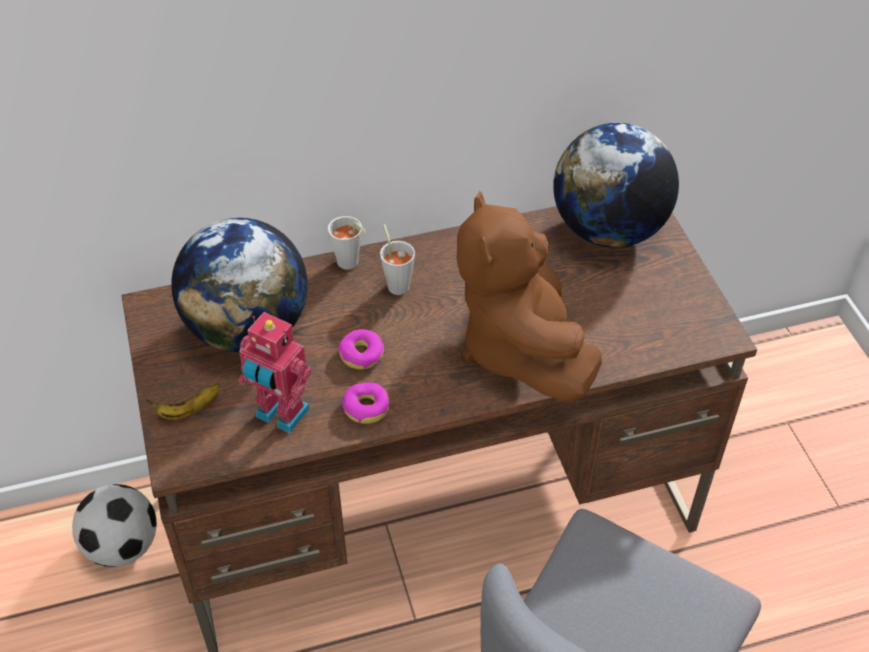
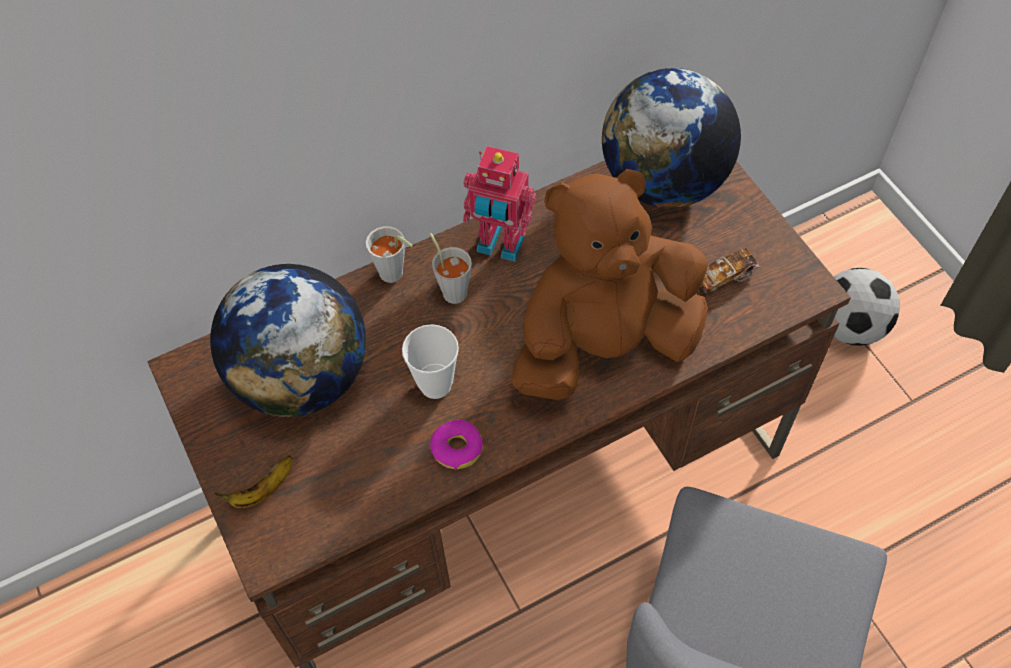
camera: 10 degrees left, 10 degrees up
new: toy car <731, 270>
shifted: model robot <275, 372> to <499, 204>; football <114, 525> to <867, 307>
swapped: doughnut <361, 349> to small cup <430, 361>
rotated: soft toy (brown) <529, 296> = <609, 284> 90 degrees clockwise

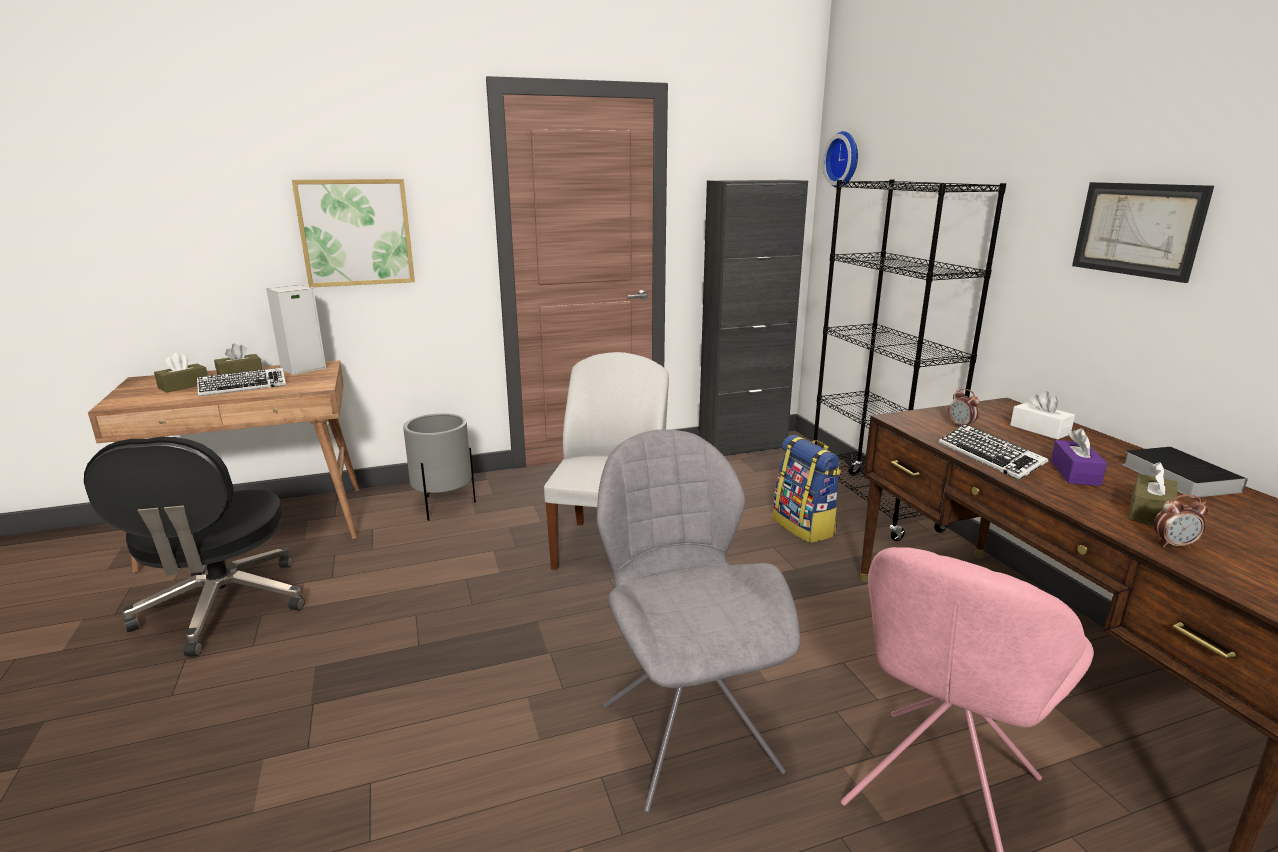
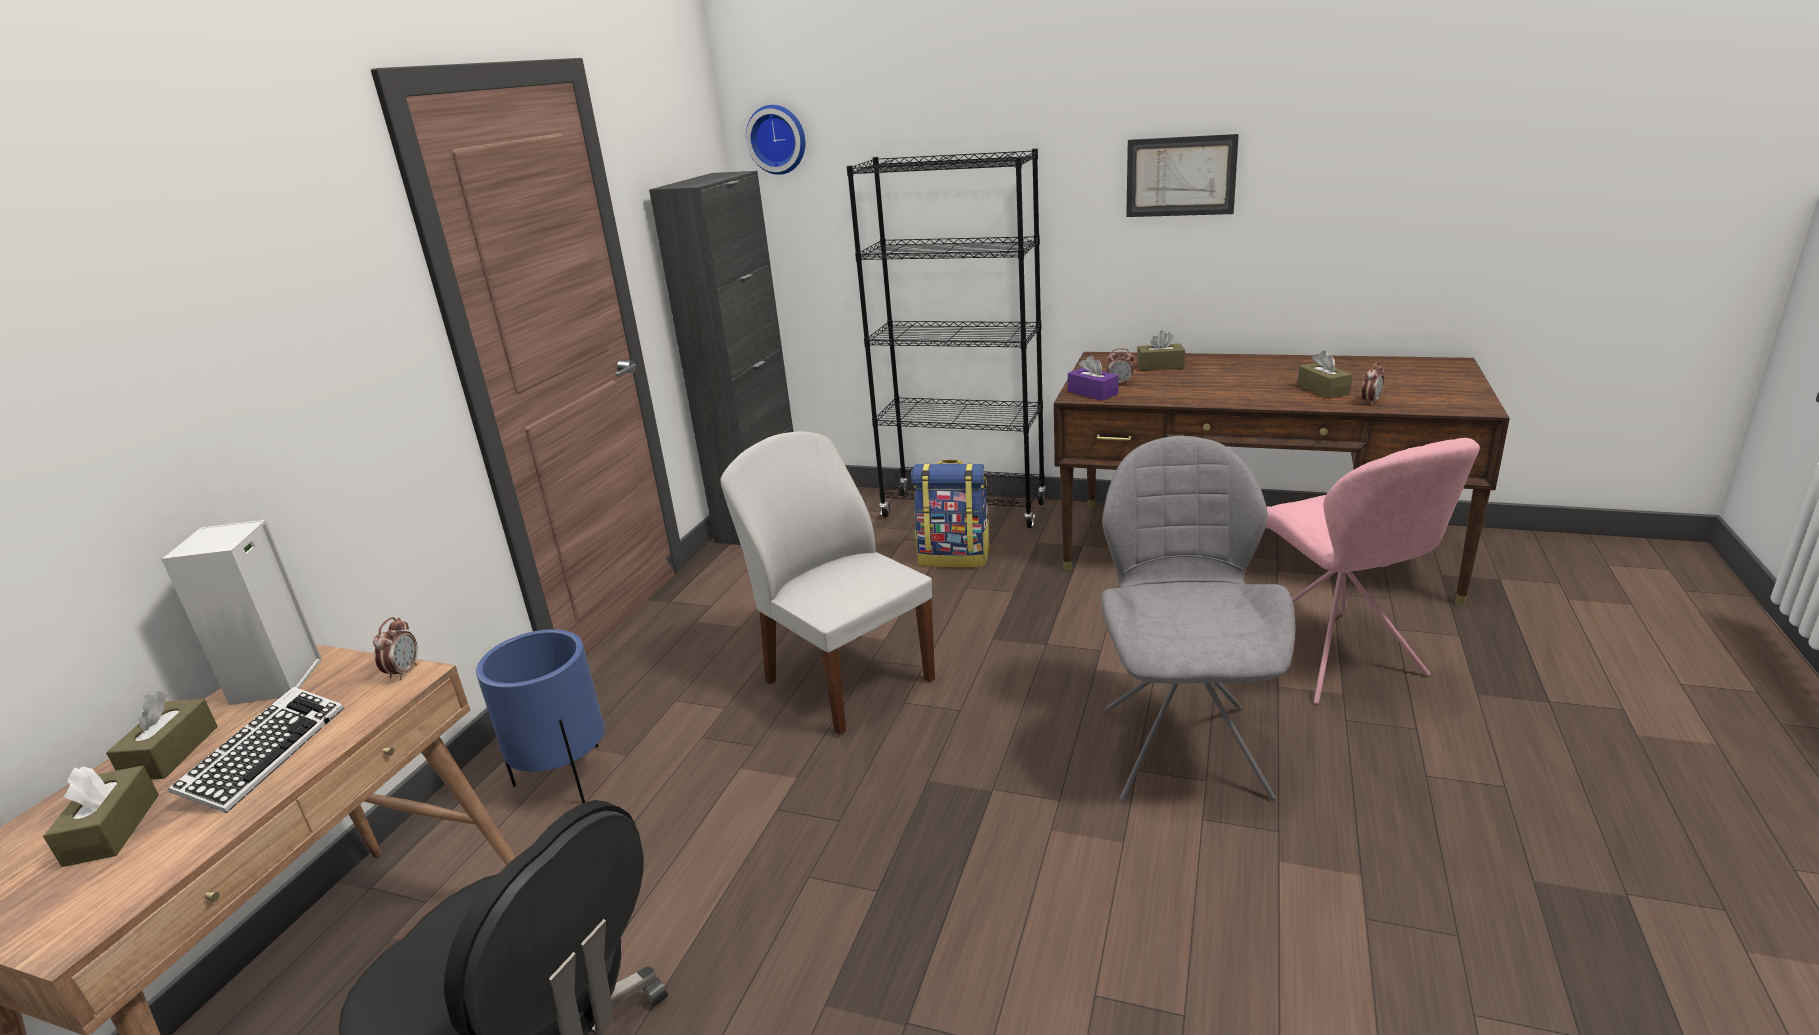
camera: 50 degrees left, 5 degrees up
gone: picture <353, 233>; computer keyboard <993, 452>; bound book <1185, 472>
new: bedside clock <395, 648>
shifted: tissue holder (purple) <1079, 457> to <1093, 378>
repainted: tissue holder (white-coloured) <1042, 415> to tissue holder (brown) <1161, 350>; flower pot (greyish) <439, 467> to flower pot (blue) <540, 716>
rotated: upright chair (greyish) <698, 621> = <1198, 618> 75 degrees clockwise

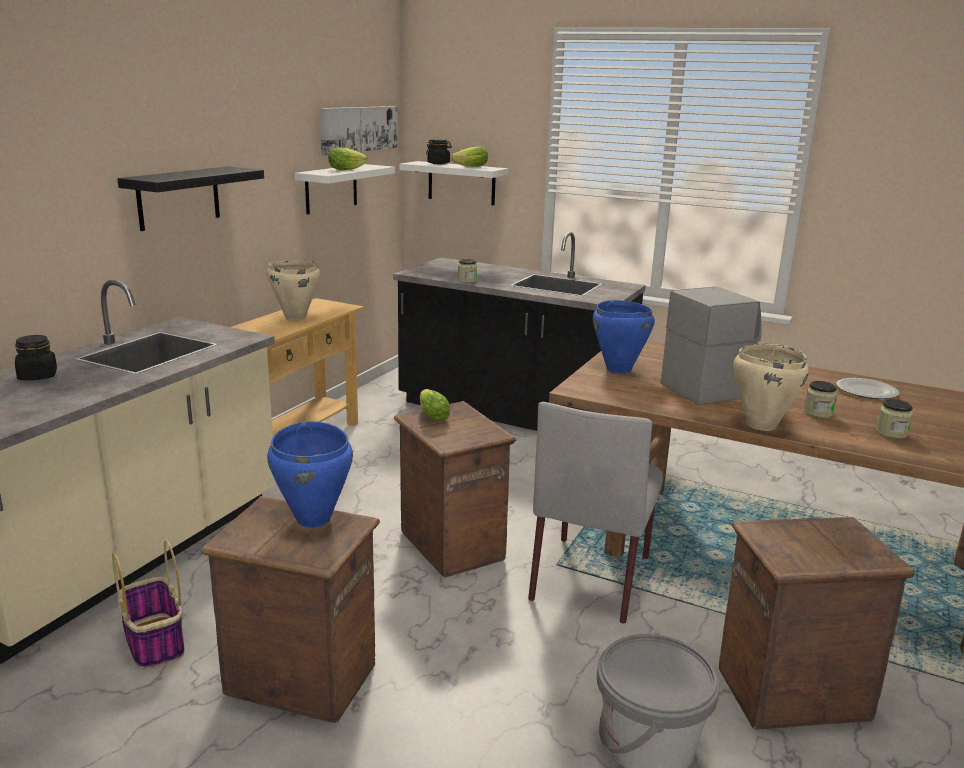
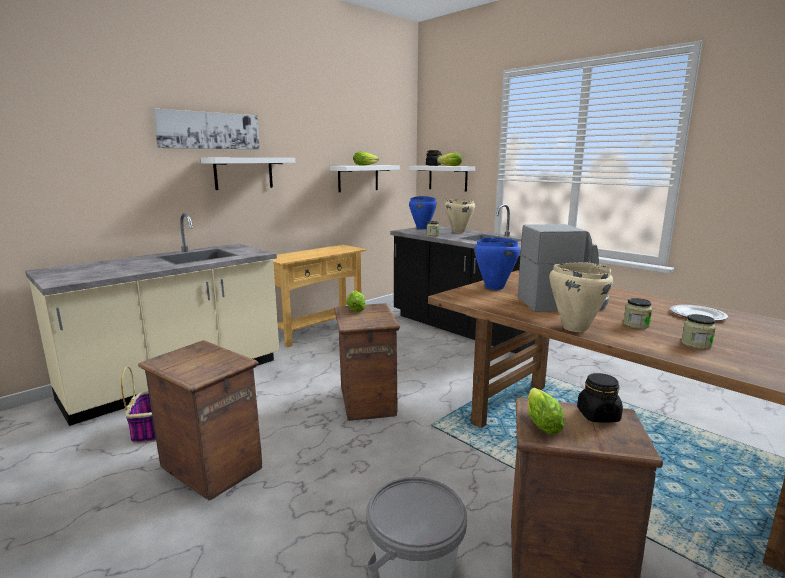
camera: 20 degrees right, 5 degrees down
gone: upright chair (greyish) <595, 513>
new: lettuce <546, 411>
shifted: picture <358, 130> to <206, 129>; cooking pot (beige-coloured) <293, 290> to <459, 216>; storage jar (black) <36, 357> to <600, 398>; cooking pot (blue) <310, 474> to <423, 212>
repainted: bracket shelf (black) <190, 198> to bracket shelf (white-coloured) <248, 174>

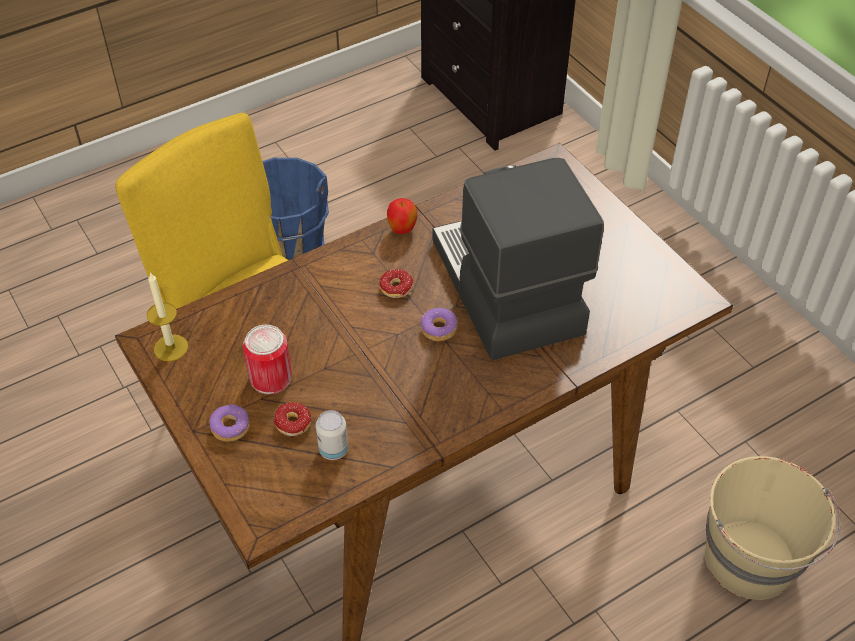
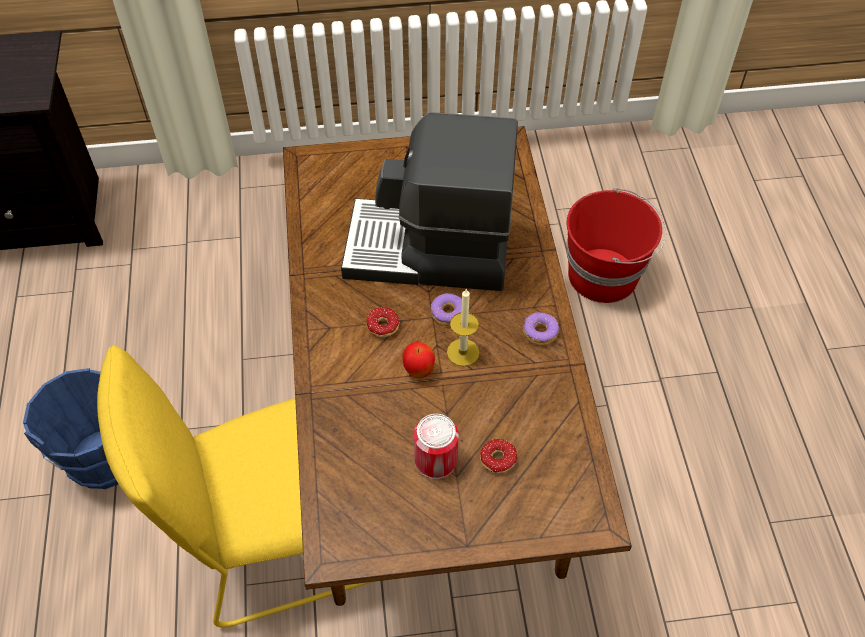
camera: 65 degrees left, 5 degrees up
gone: can <332, 435>
shifted: whole apple <402, 216> to <419, 360>; wax candle <167, 316> to <463, 327>; doughnut <229, 423> to <541, 329>
repainted: water bucket (beige-coloured) <772, 528> to water bucket (reddish) <616, 245>

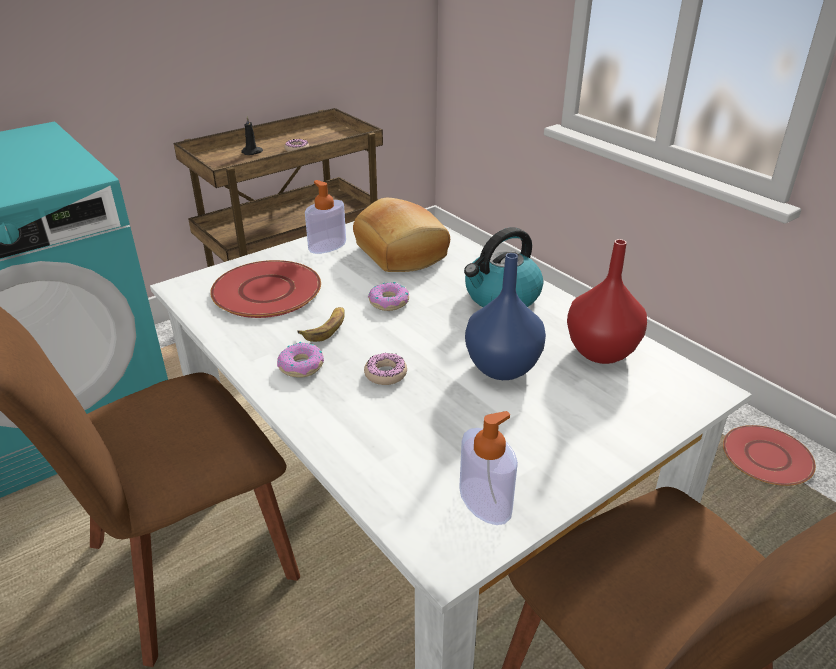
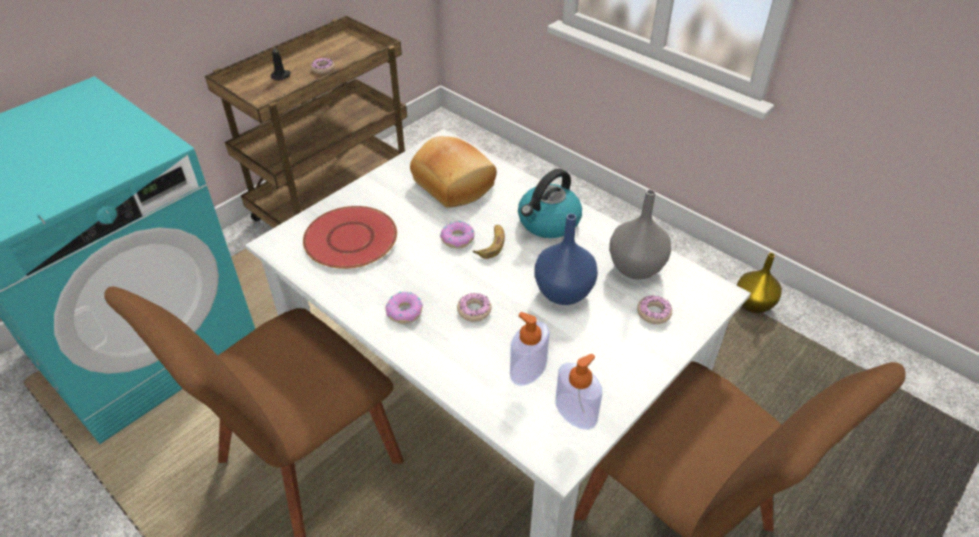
camera: 10 degrees left, 10 degrees up
new: doughnut <654, 309>
shifted: soap dispenser <325, 217> to <530, 349>; banana <321, 324> to <489, 242>
swapped: dinner plate (reddish) <769, 455> to flower vase (yellow-coloured) <759, 283>
repainted: flower vase (reddish) <607, 301> to flower vase (greyish) <640, 234>

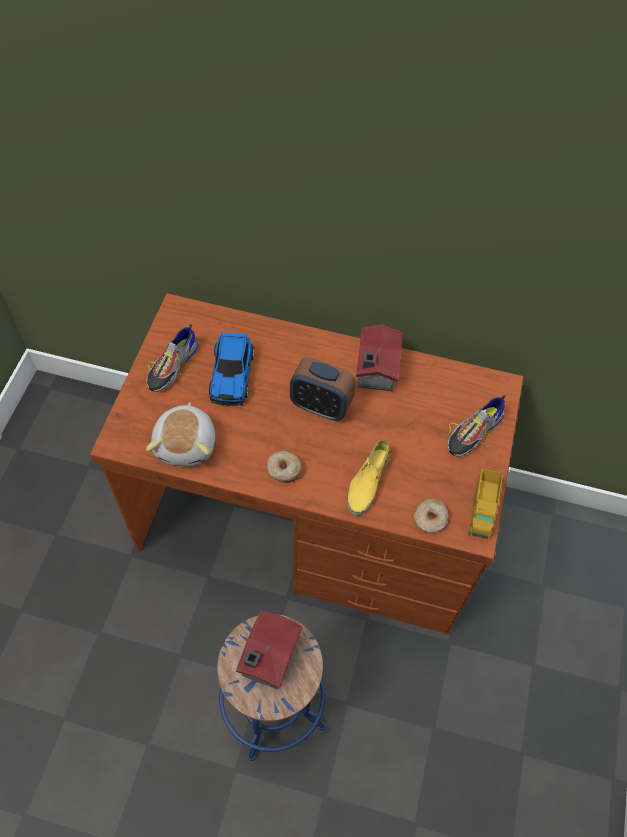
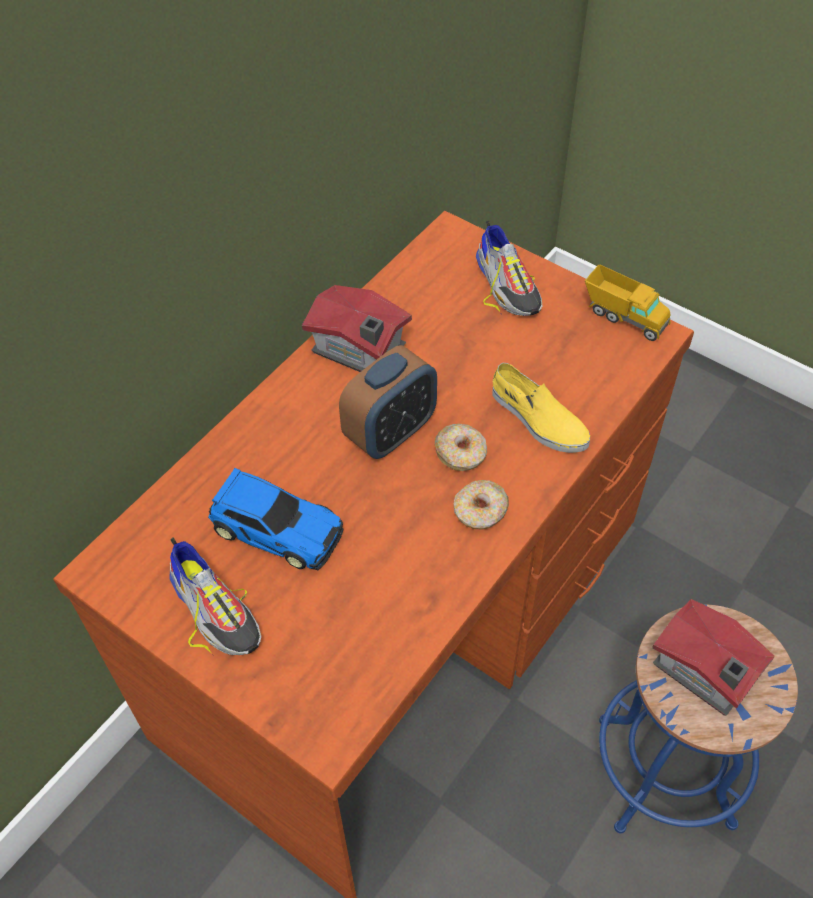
camera: 65 degrees left, 5 degrees down
gone: soft toy <180, 434>
shifted: doughnut <431, 515> to <461, 447>

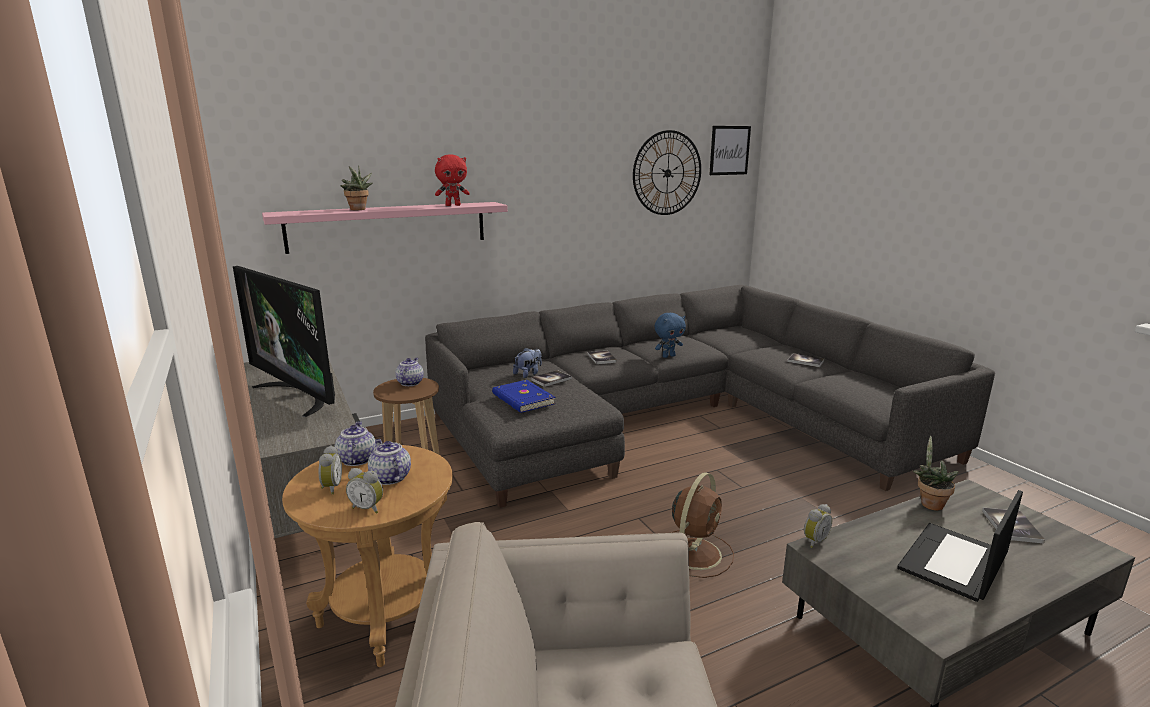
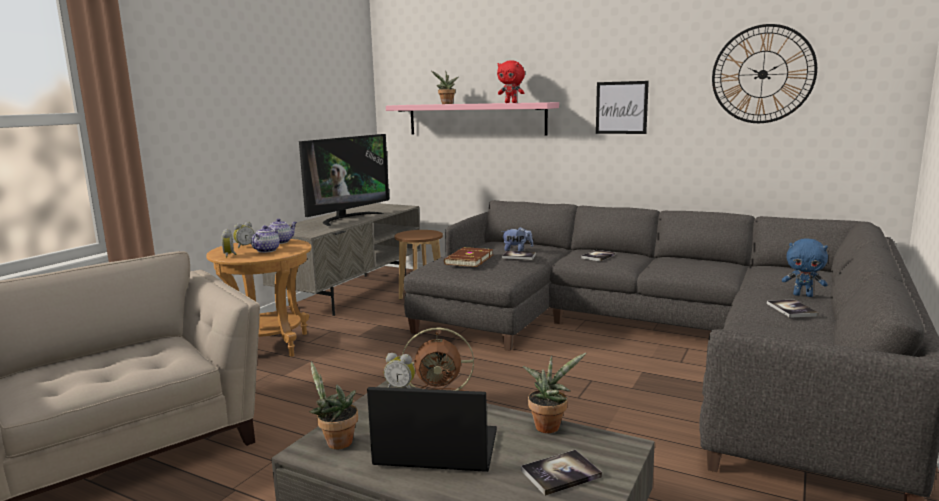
camera: 55 degrees right, 5 degrees down
gone: pot for tea <409, 372>
new: plant in a pot <333, 405>
shifted: picture <730, 150> to <622, 107>; soft toy (blue) <670, 335> to <805, 268>
repainted: bound book (blue) <523, 396> to bound book (brown) <468, 257>
rotated: TV set <284, 341> = <344, 180> 150 degrees counterclockwise

